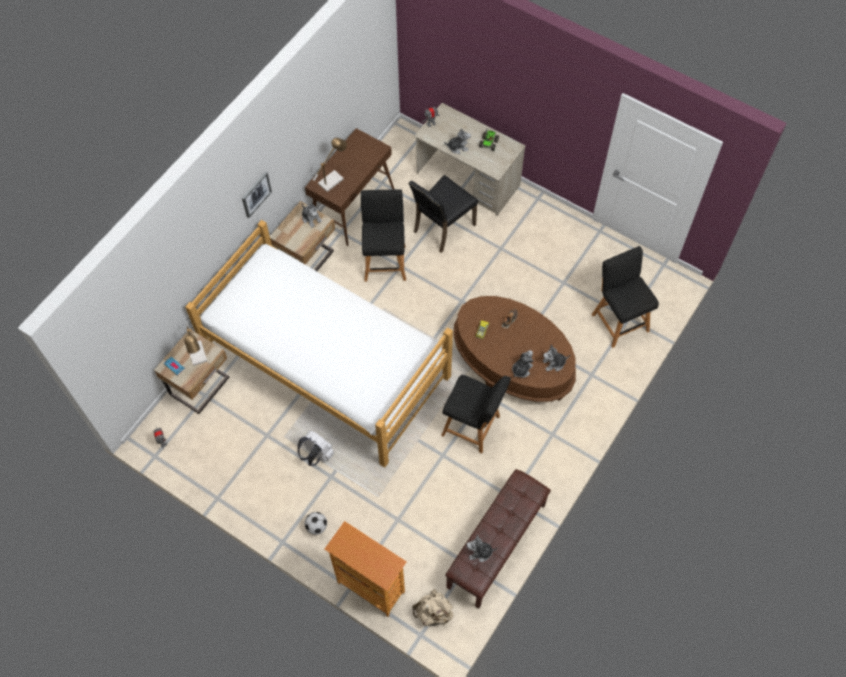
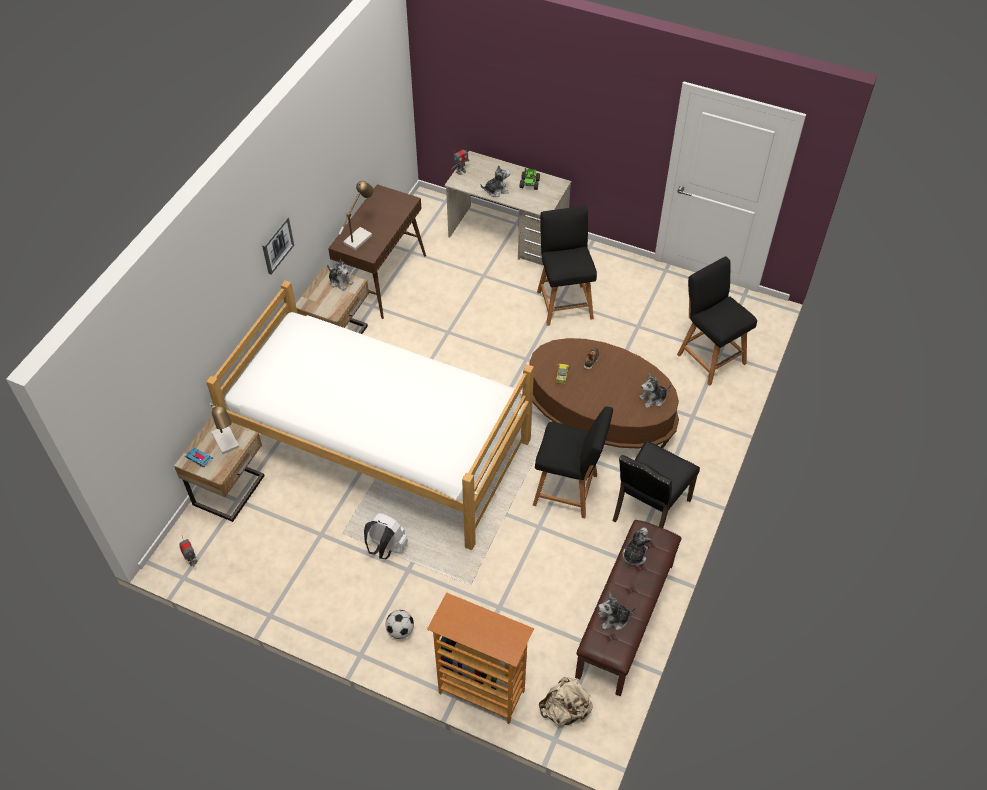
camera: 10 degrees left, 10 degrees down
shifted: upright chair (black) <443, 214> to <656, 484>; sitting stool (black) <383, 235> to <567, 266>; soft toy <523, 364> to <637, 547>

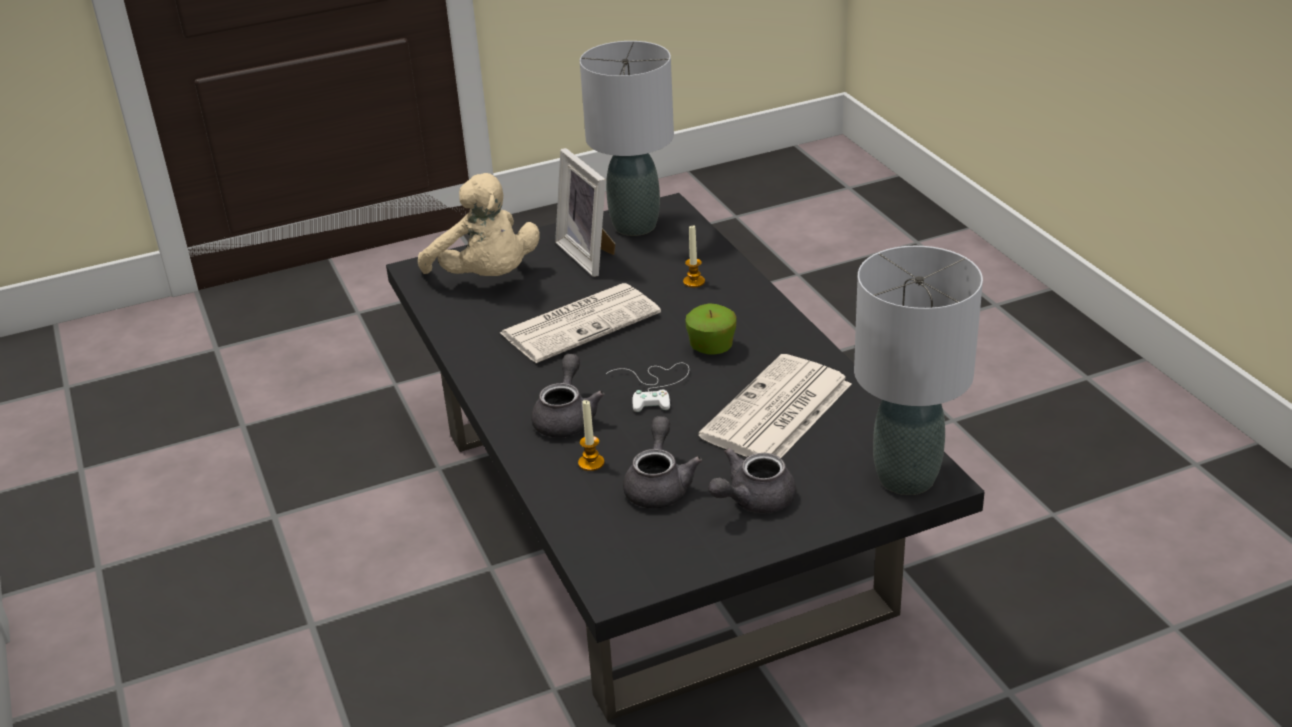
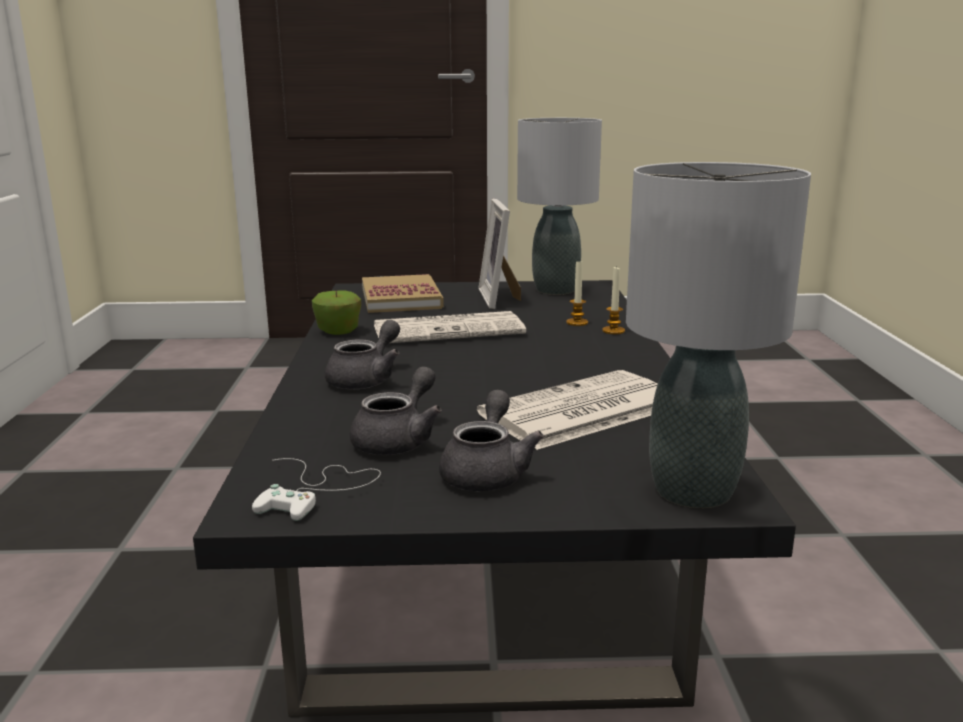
camera: 20 degrees right, 15 degrees down
shifted: whole apple <710, 329> to <336, 313>; joypad (white-coloured) <647, 387> to <316, 489>; wax candle <591, 435> to <613, 300>
swapped: soft toy (beige-coloured) <479, 224> to bound book <403, 293>
rotated: pot for tea (greyish) <752, 480> = <491, 440> 120 degrees clockwise

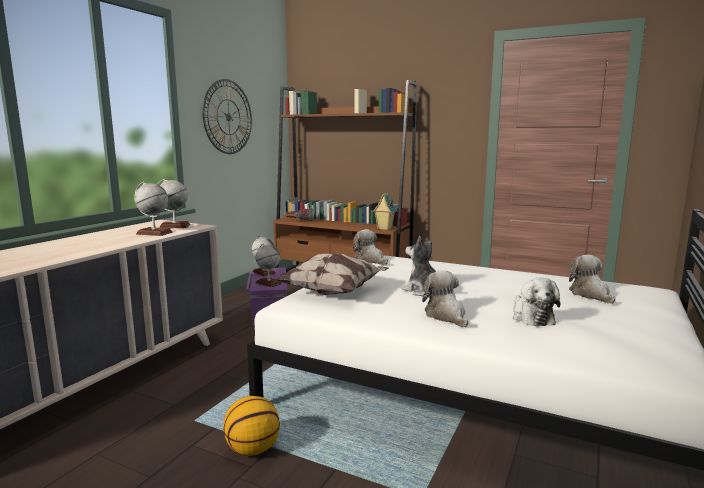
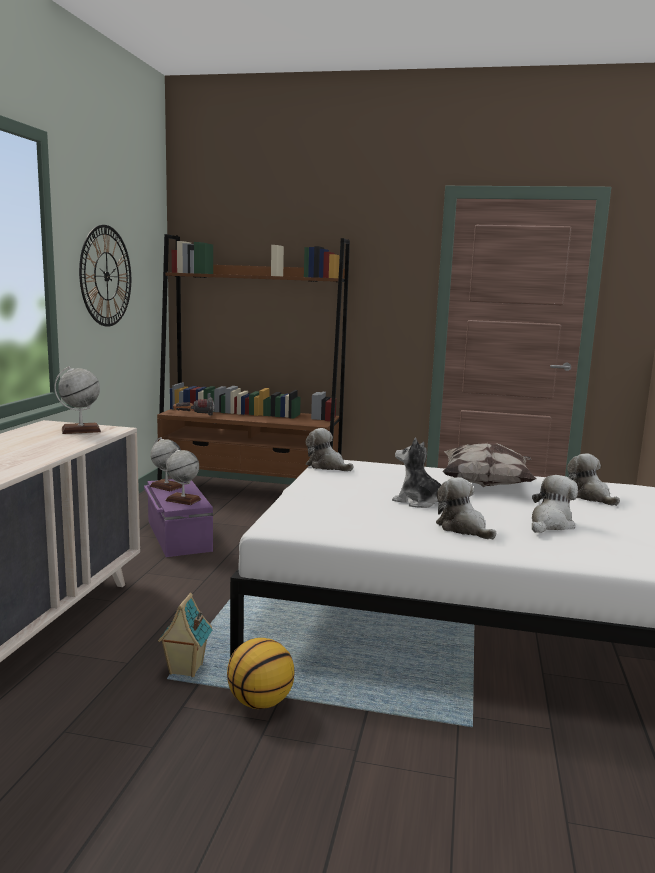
camera: 15 degrees left, 0 degrees up
gone: desk globe <153, 208>
shifted: miniature house <385, 211> to <185, 635>; throw pillow <332, 274> to <489, 465>
rotated: soft toy <536, 301> = <555, 504> 120 degrees counterclockwise

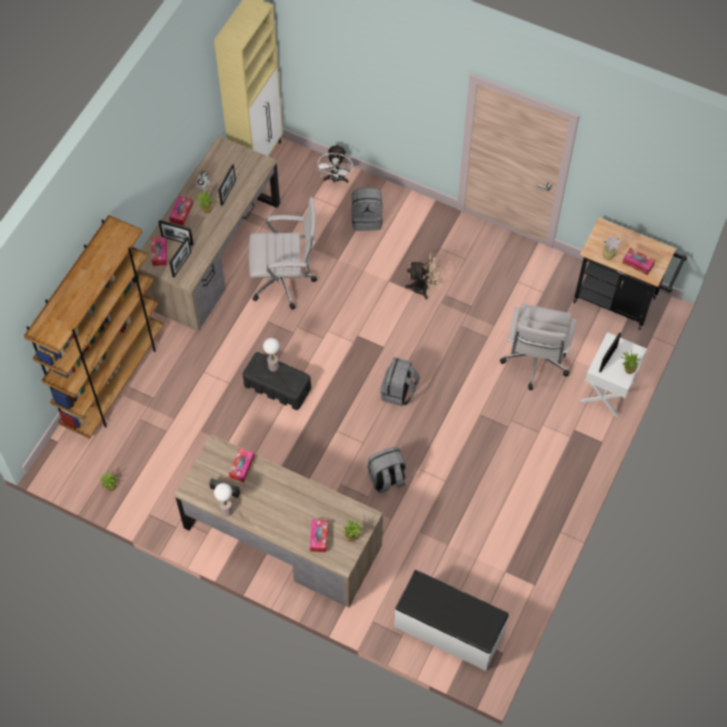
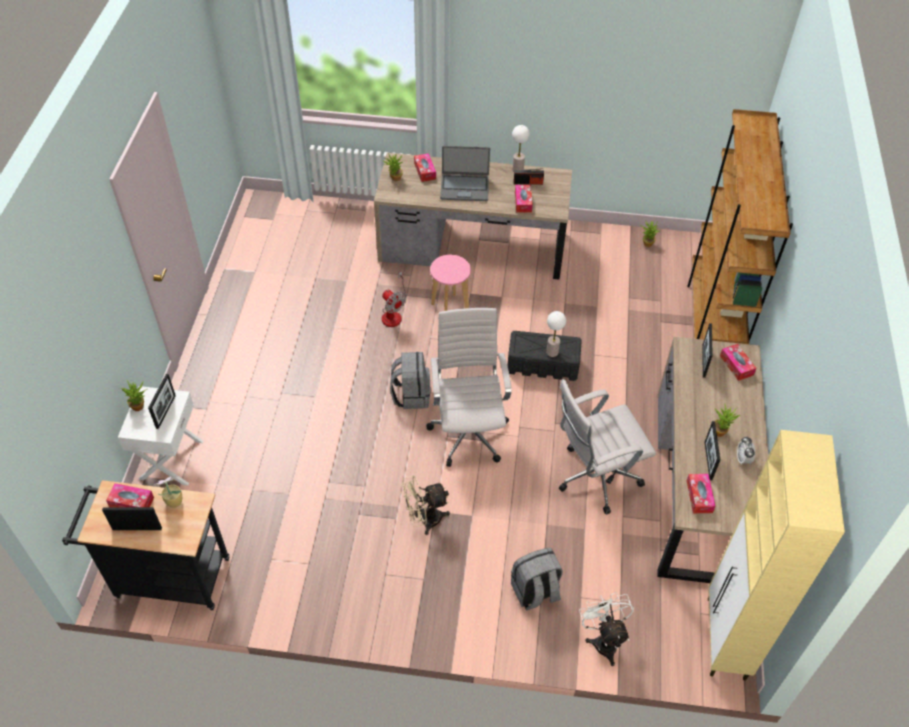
camera: 160 degrees right, 10 degrees down
gone: bench (white-coloured) <451, 620>
new: laptop <465, 173>; sitting stool (pink-coloured) <450, 283>
shifted: tissue holder <181, 211> to <701, 493>; picture frame <175, 233> to <132, 518>; computer chair (white-coloured) <538, 347> to <468, 387>
swapped: knapsack (greyish) <386, 470> to electric fan <394, 299>

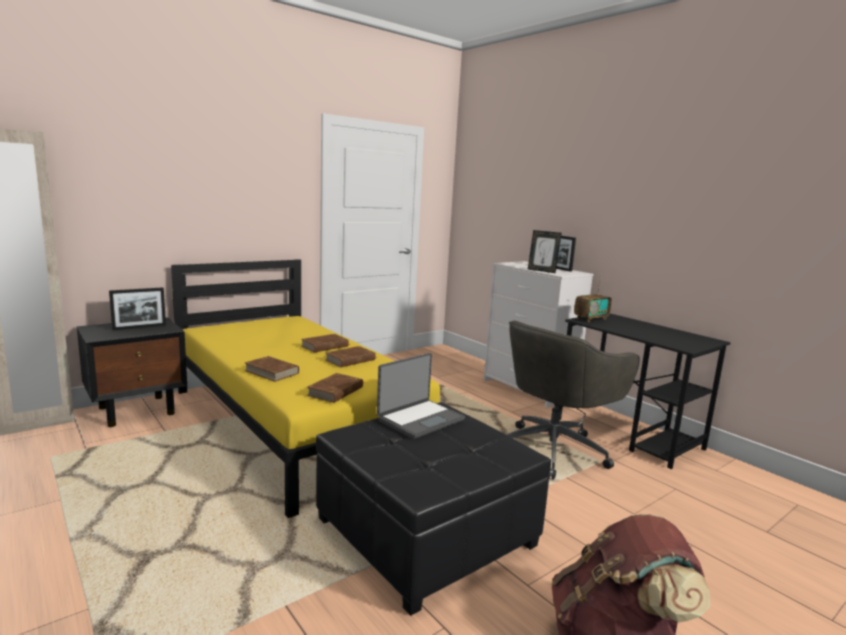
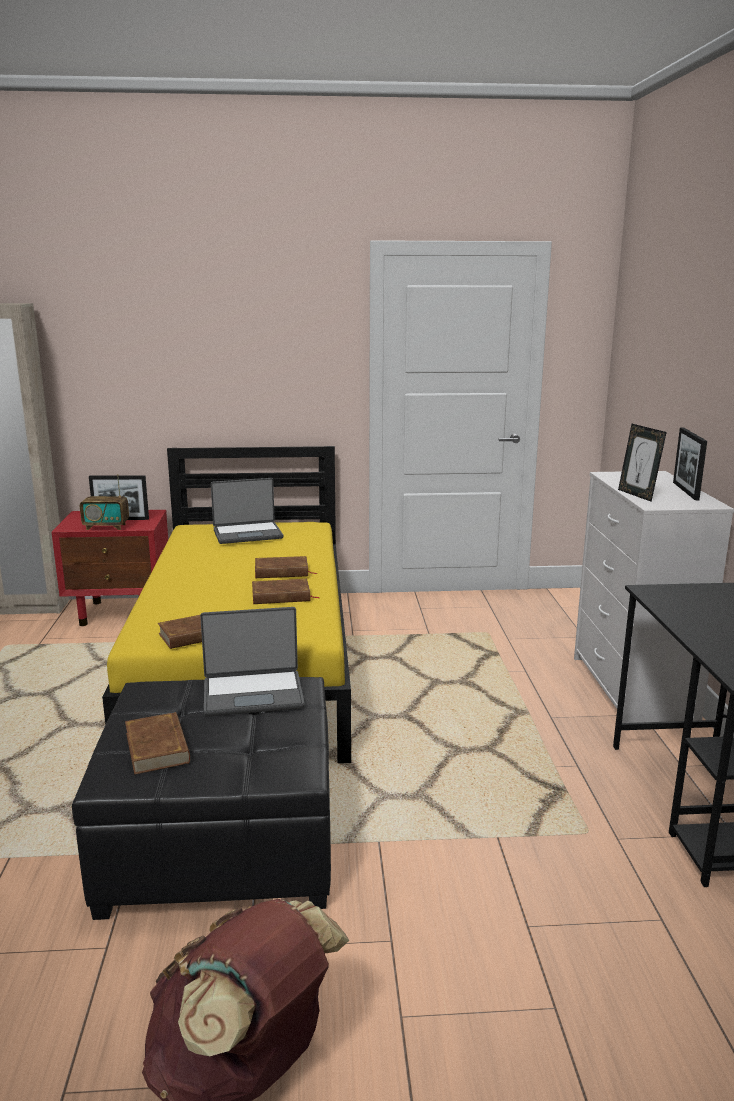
camera: 35 degrees right, 5 degrees up
gone: computer chair (greyish) <573, 400>
new: laptop <247, 511>
shifted: radio receiver <593, 299> to <104, 502>; bound book (brown) <271, 369> to <157, 743>
repainted: nightstand (black) <132, 372> to nightstand (reddish) <110, 568>

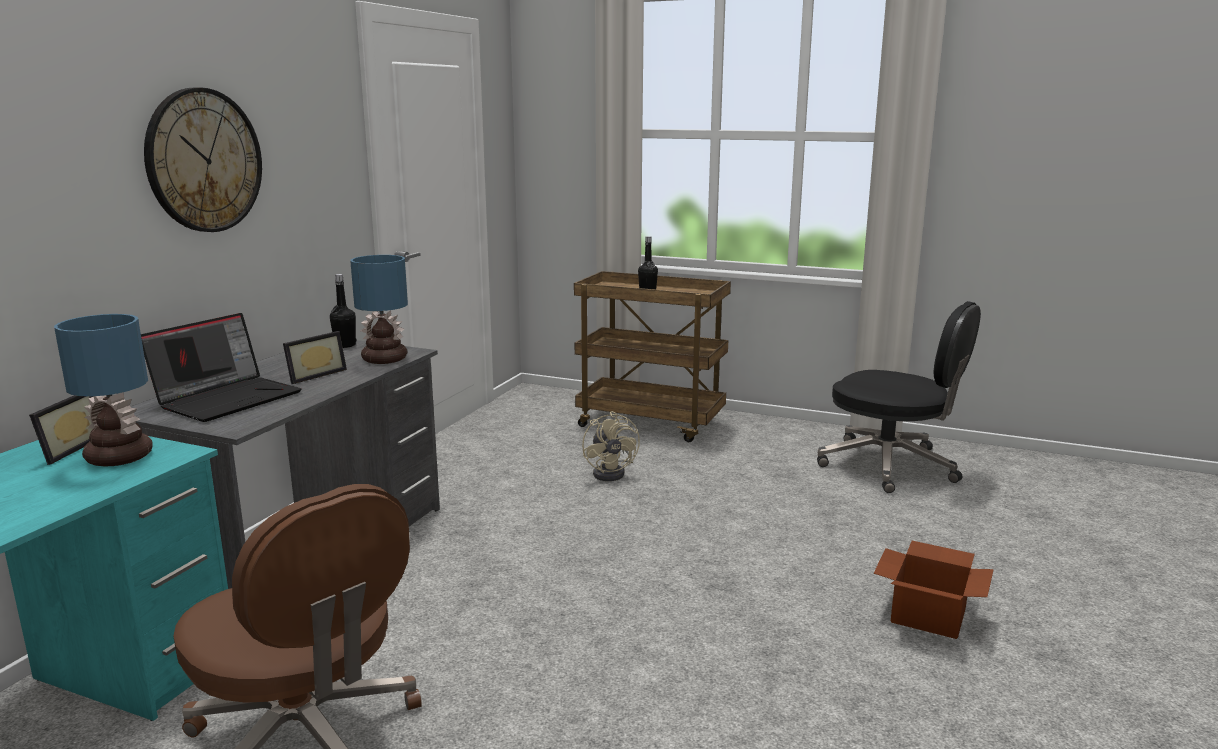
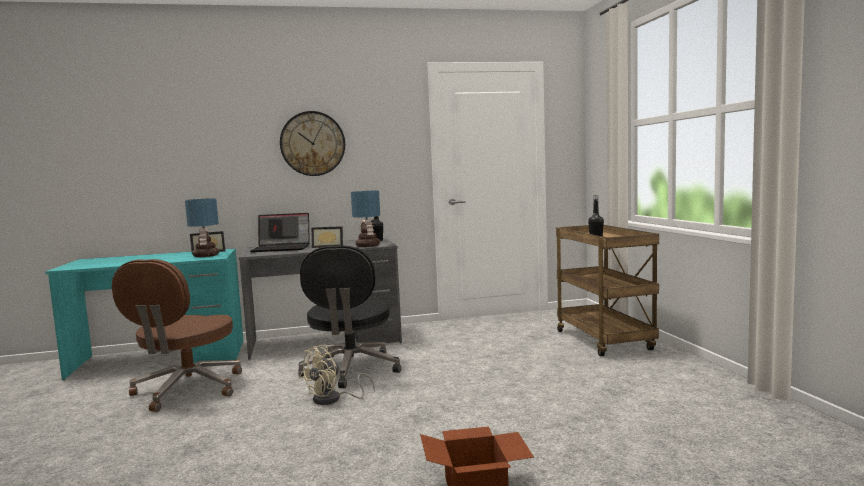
camera: 55 degrees right, 10 degrees down
shifted: computer chair (black) <899, 397> to <349, 316>; electric fan (beige-coloured) <611, 446> to <337, 375>

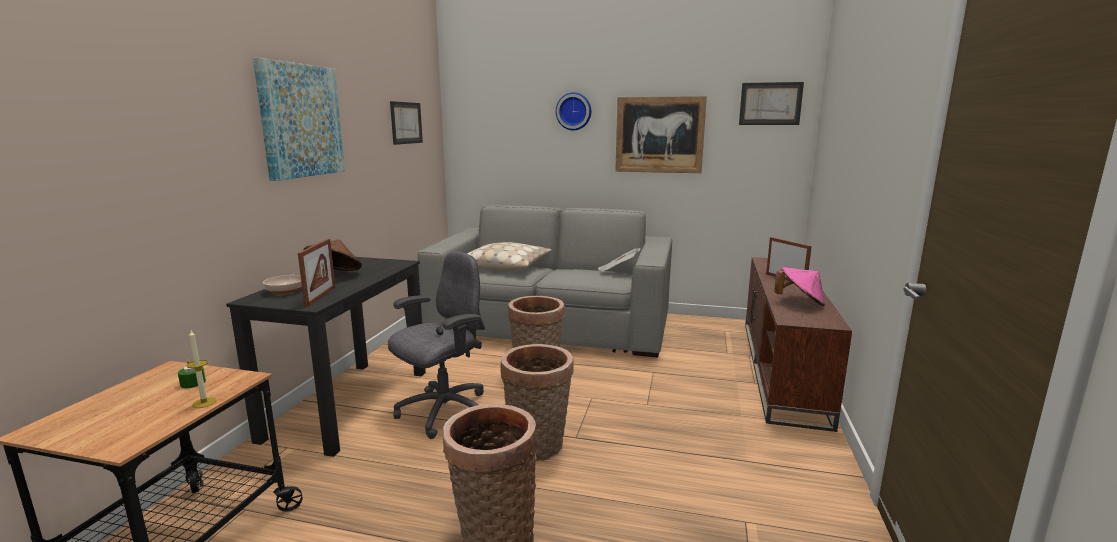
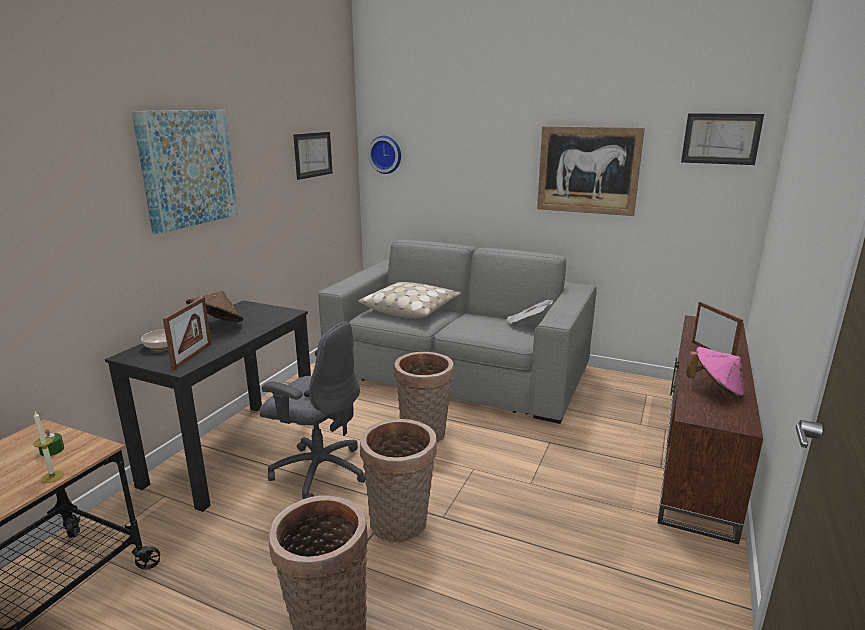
camera: 10 degrees right, 5 degrees up
shifted: hanging clock <573, 111> to <384, 155>
rotated: computer chair (greyish) <436, 345> = <312, 410> 60 degrees clockwise

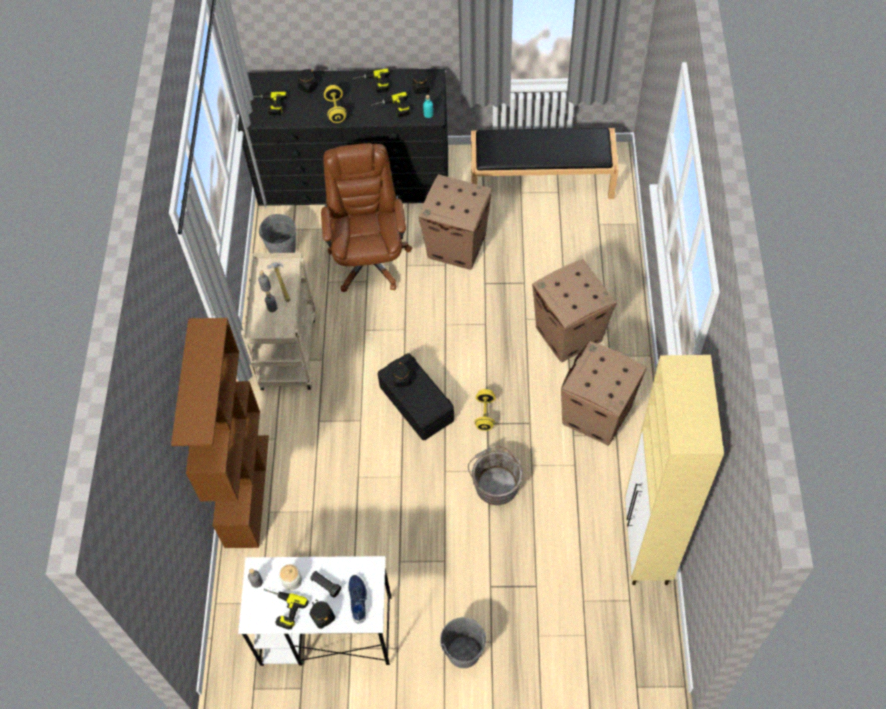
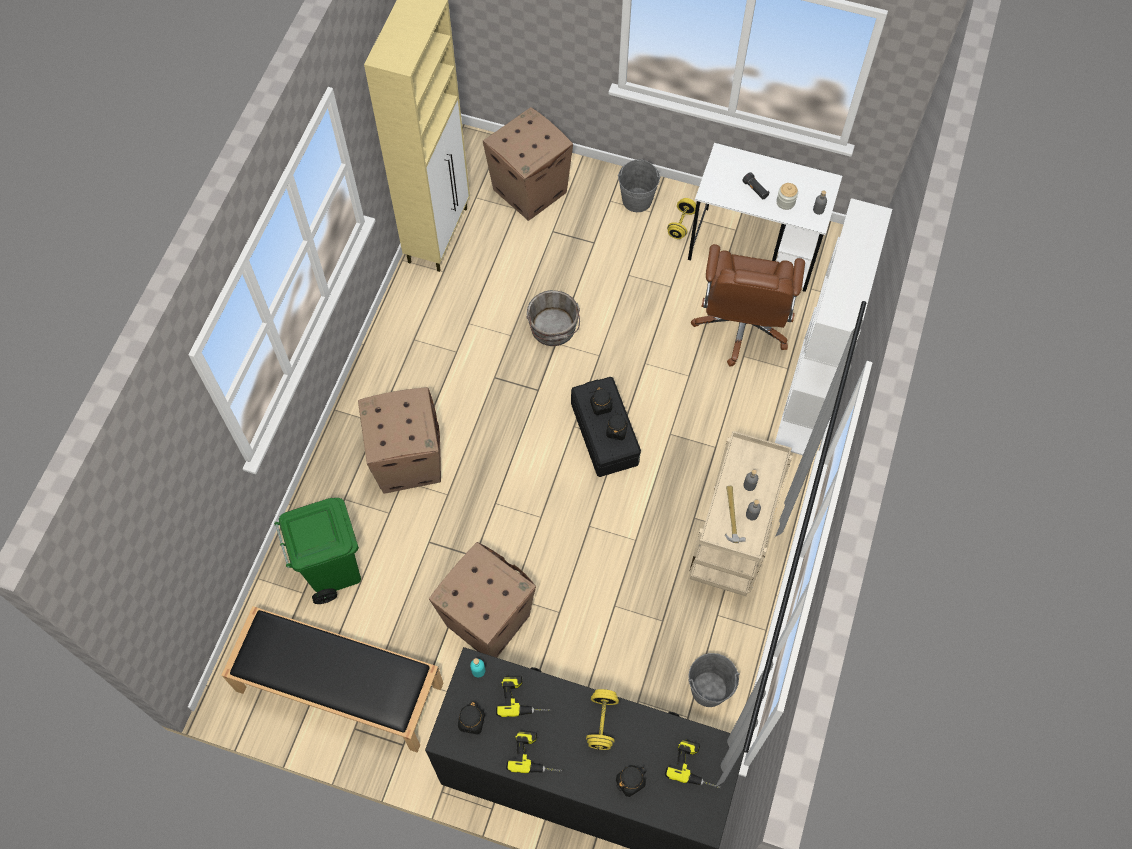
camera: 165 degrees left, 5 degrees up
gone: low shoe (blue) <357, 599>; power drill <286, 609>
new: rubbish bin (green) <317, 551>
shifted: computer chair (brown) <366, 217> to <748, 305>; cardboard box <604, 393> to <528, 164>; free weight (yellow-coloured) <485, 410> to <681, 218>; storage jar (black) <322, 614> to <601, 401>
repainted: shelving unit (brown) <220, 433> to shelving unit (white-coloured) <833, 326>

